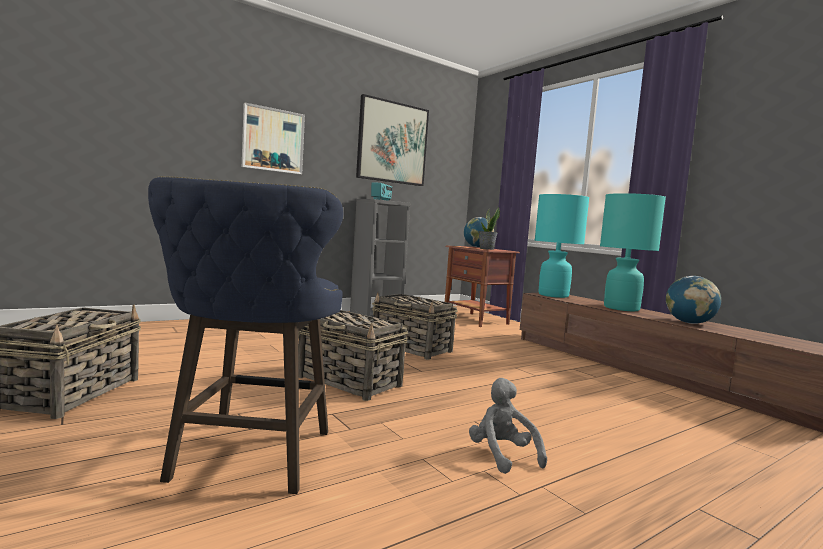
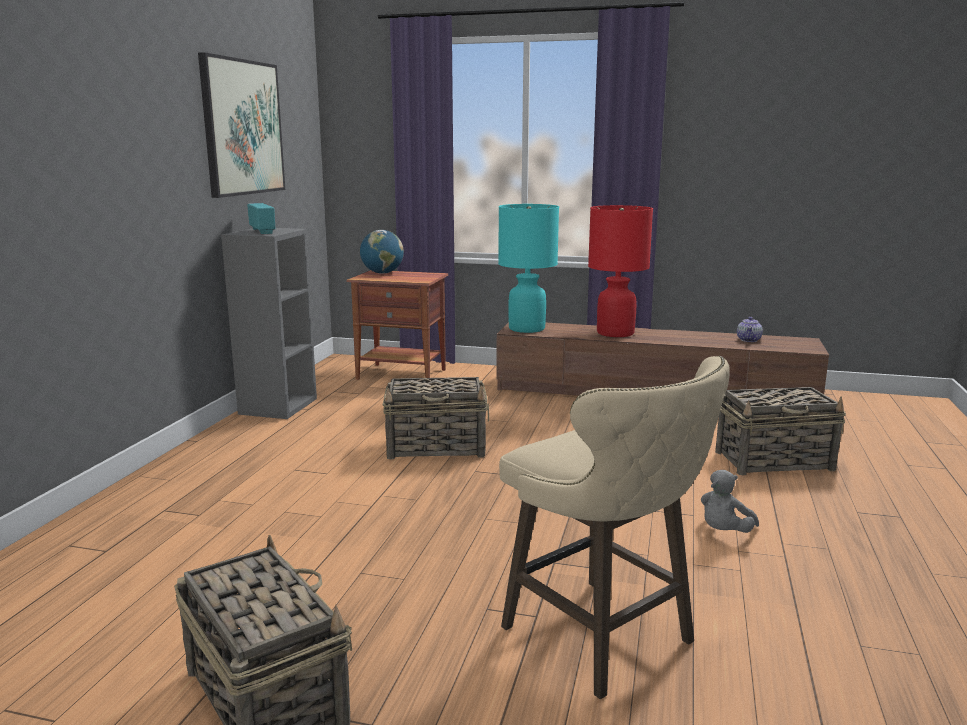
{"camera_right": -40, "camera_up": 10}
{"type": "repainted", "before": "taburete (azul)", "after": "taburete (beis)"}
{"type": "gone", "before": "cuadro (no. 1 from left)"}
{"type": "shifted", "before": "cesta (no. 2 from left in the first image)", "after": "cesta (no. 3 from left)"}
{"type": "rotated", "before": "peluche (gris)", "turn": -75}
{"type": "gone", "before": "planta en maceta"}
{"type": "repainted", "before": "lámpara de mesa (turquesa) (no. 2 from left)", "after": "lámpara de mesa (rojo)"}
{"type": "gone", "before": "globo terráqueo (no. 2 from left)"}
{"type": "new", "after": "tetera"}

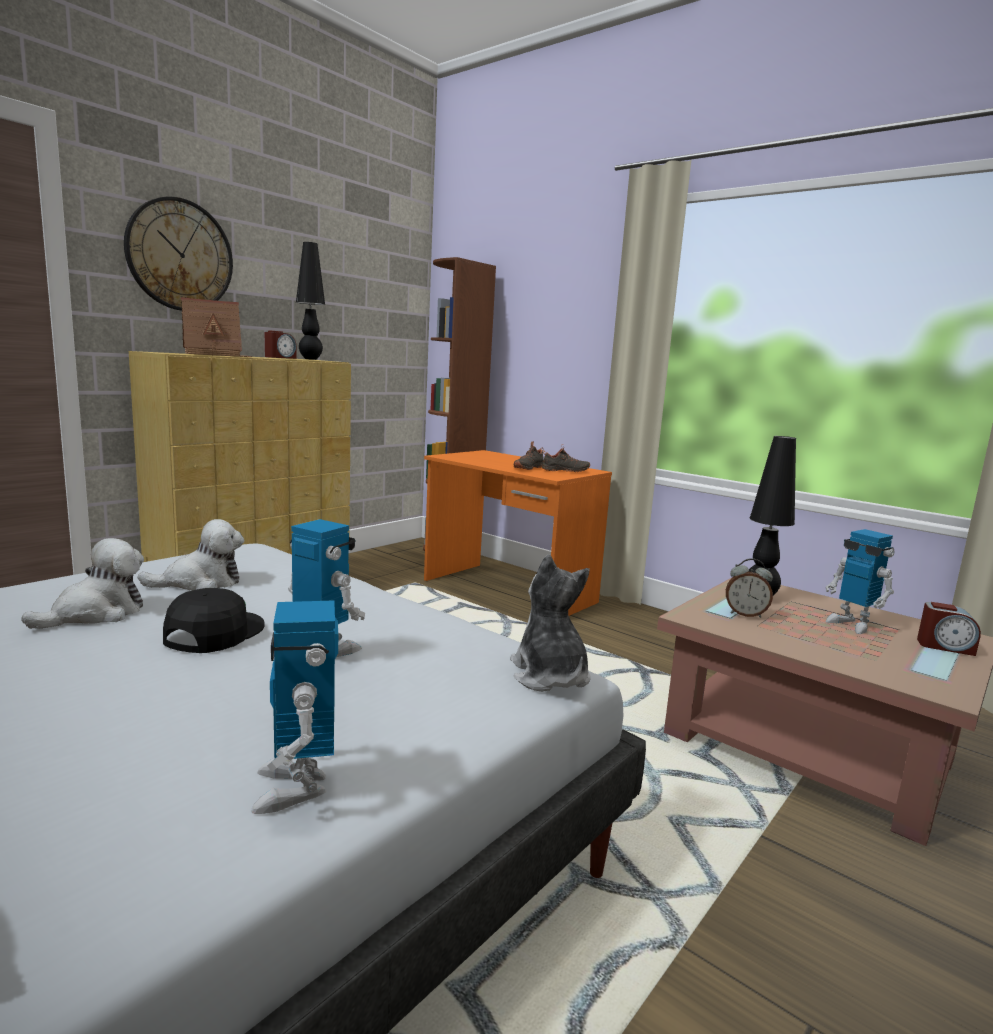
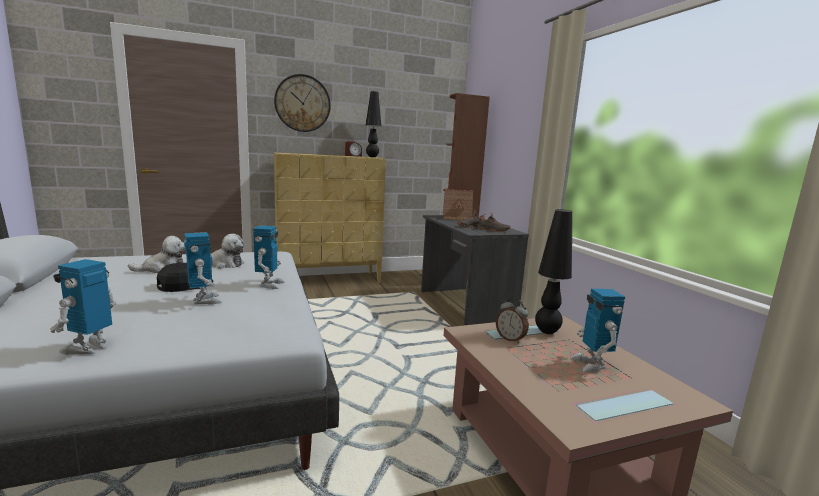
{"camera_right": 30, "camera_up": 0}
{"type": "shifted", "before": "casita"}
{"type": "repainted", "before": "escritorio (naranja)", "after": "escritorio (gris)"}
{"type": "gone", "before": "peluche (no. 3 from left)"}
{"type": "gone", "before": "despertador (no. 3 from left)"}
{"type": "new", "after": "robot de juguete (no. 3 from left)"}

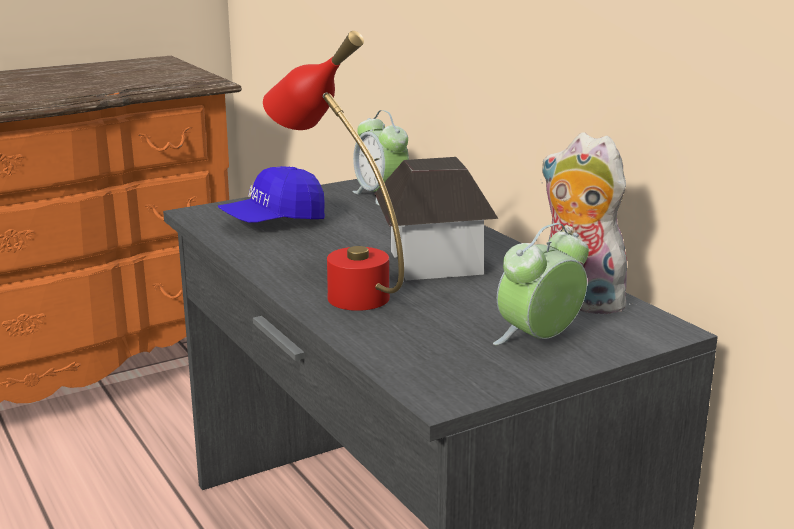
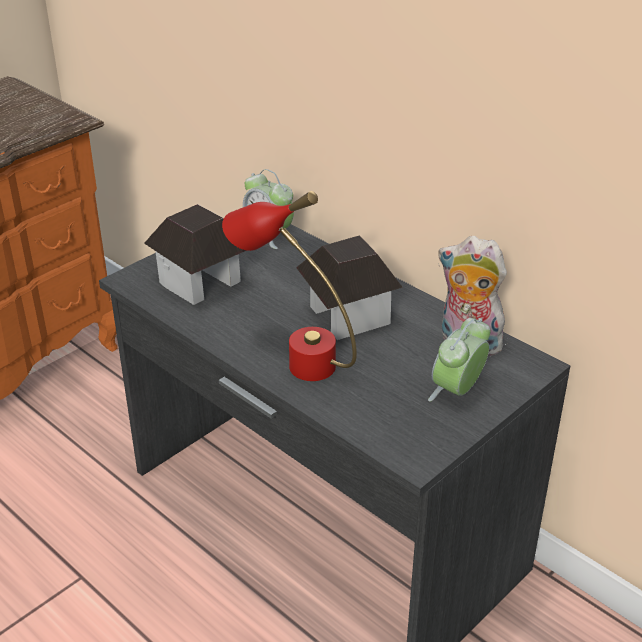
{"camera_right": -15, "camera_up": 15}
{"type": "swapped", "before": "gorra (azul)", "after": "casita (no. 1 from left)"}

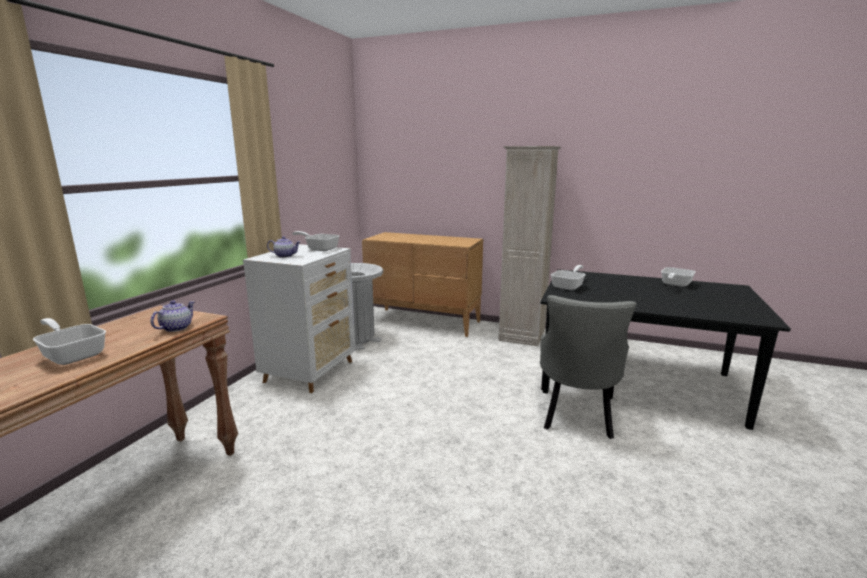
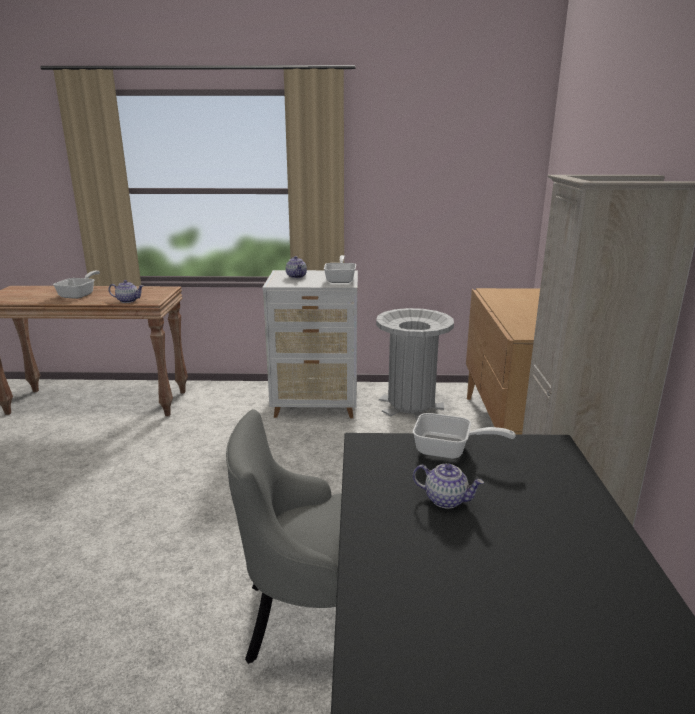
{"camera_right": 70, "camera_up": 5}
{"type": "gone", "before": "sartén (no. 4 from left)"}
{"type": "new", "after": "tetera (no. 3 from left)"}

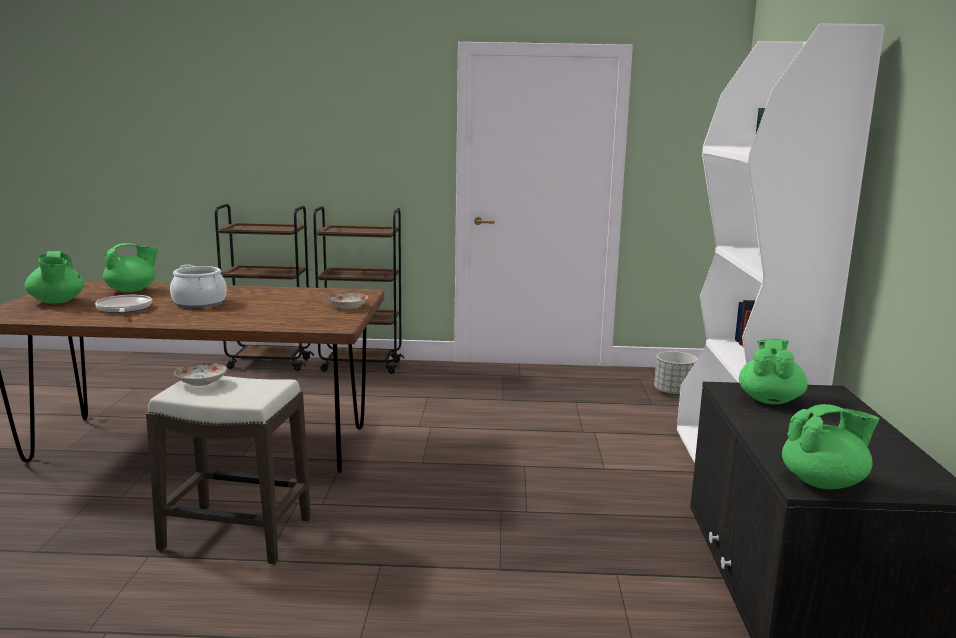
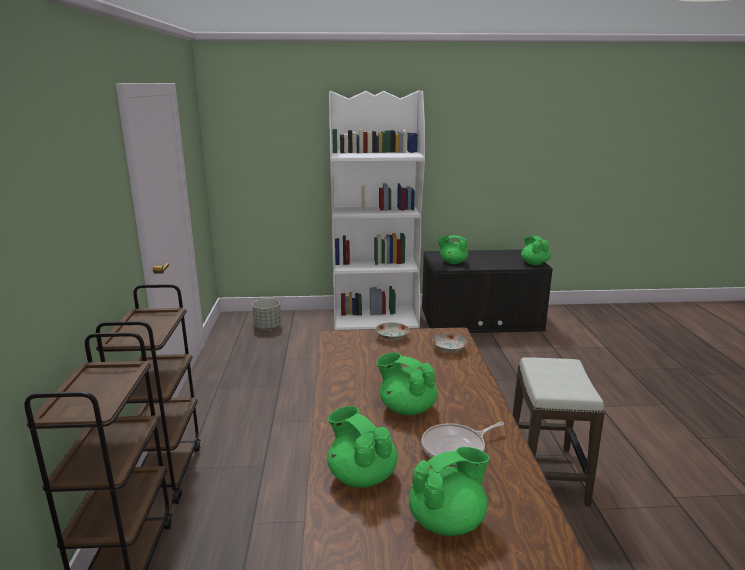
{"camera_right": -95, "camera_up": 5}
{"type": "swapped", "before": "olla", "after": "tetera (verde) (no. 2 from left)"}
{"type": "shifted", "before": "plato (no. 1 from left in the first image)", "after": "plato (no. 2 from left)"}

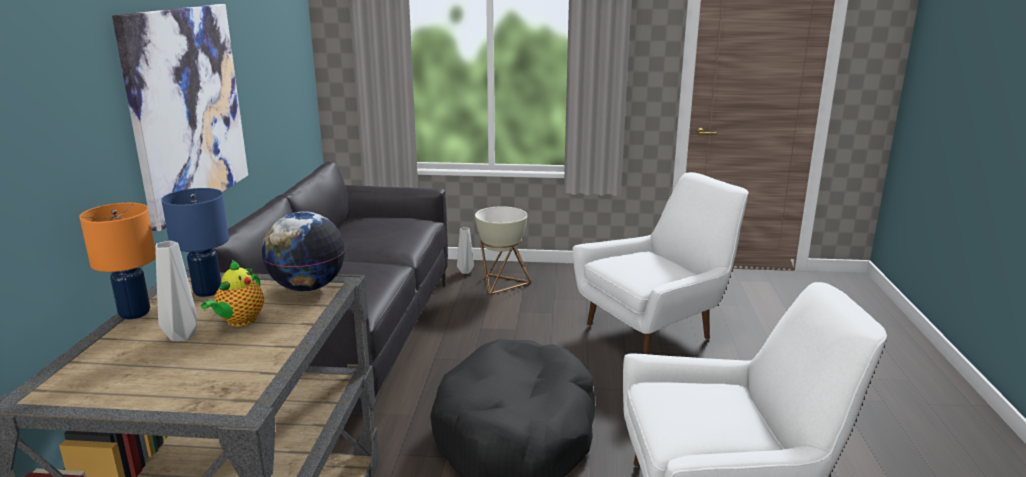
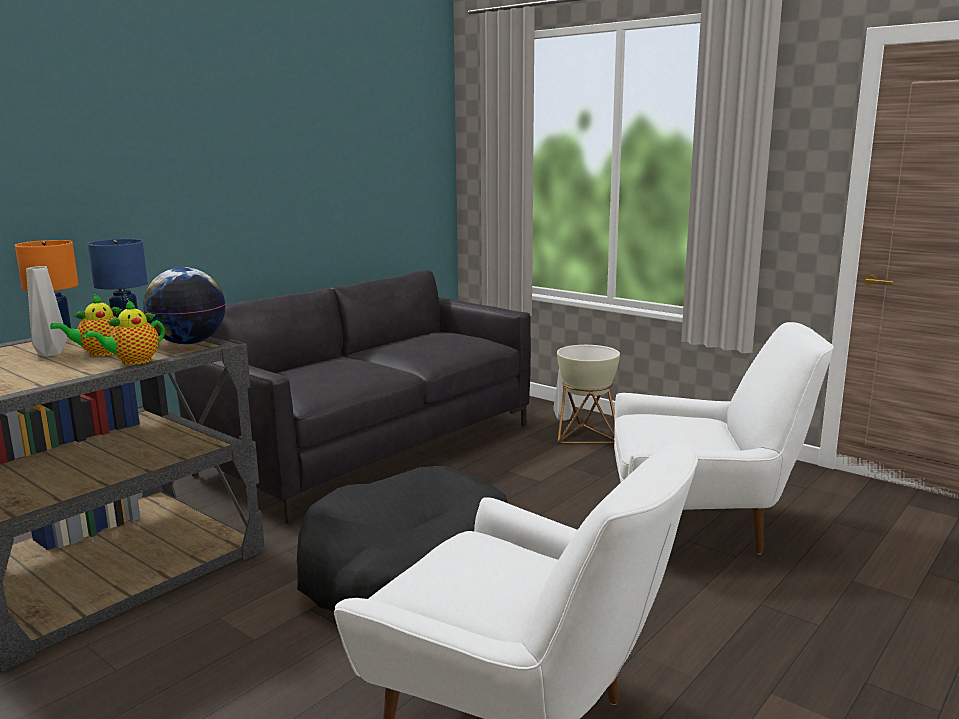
{"camera_right": 35, "camera_up": -5}
{"type": "gone", "before": "cuadro"}
{"type": "new", "after": "tetera (no. 2 from left)"}

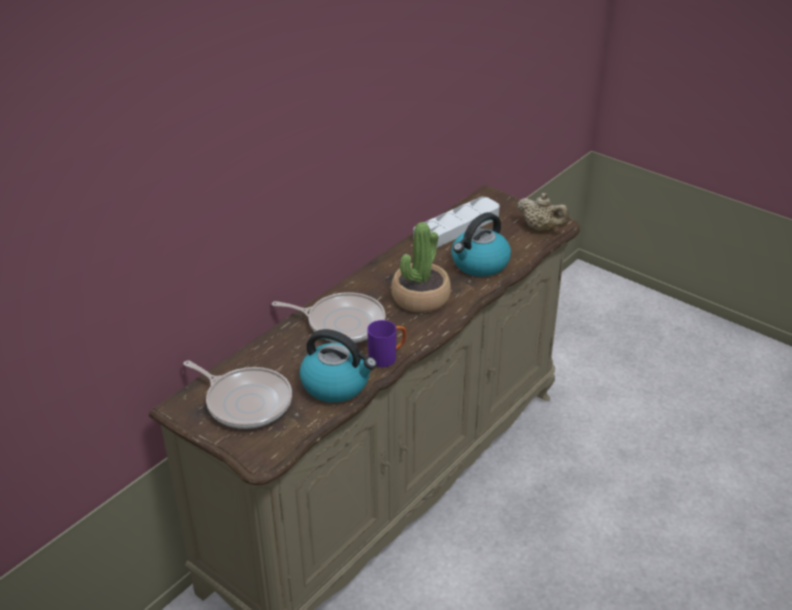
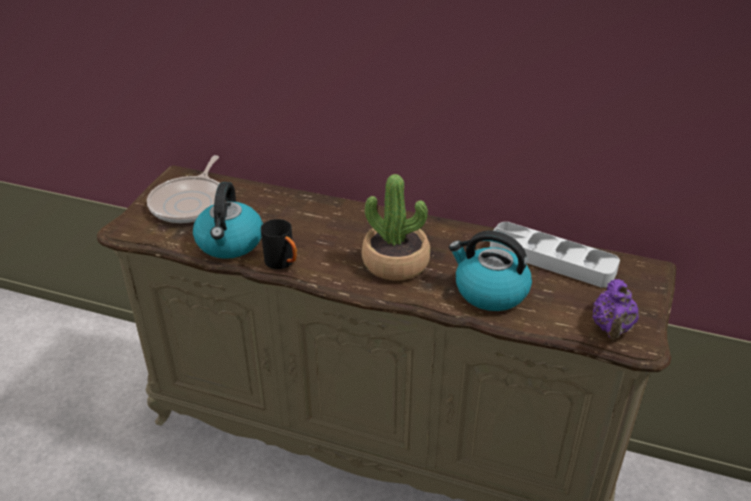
{"camera_right": 70, "camera_up": 0}
{"type": "gone", "before": "sartén (no. 2 from left)"}
{"type": "repainted", "before": "taza grande (morado)", "after": "taza grande (negro)"}
{"type": "repainted", "before": "tetera (beis)", "after": "tetera (morado)"}

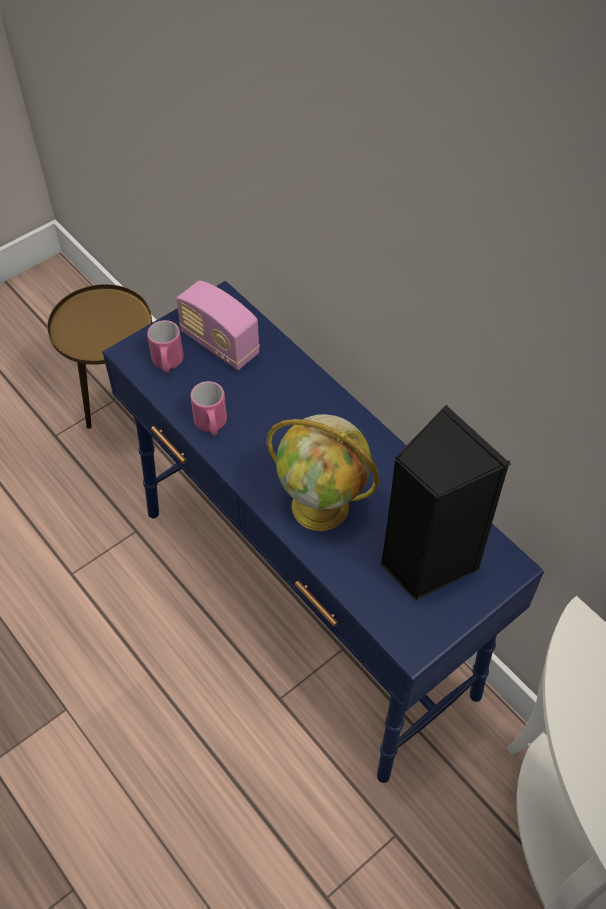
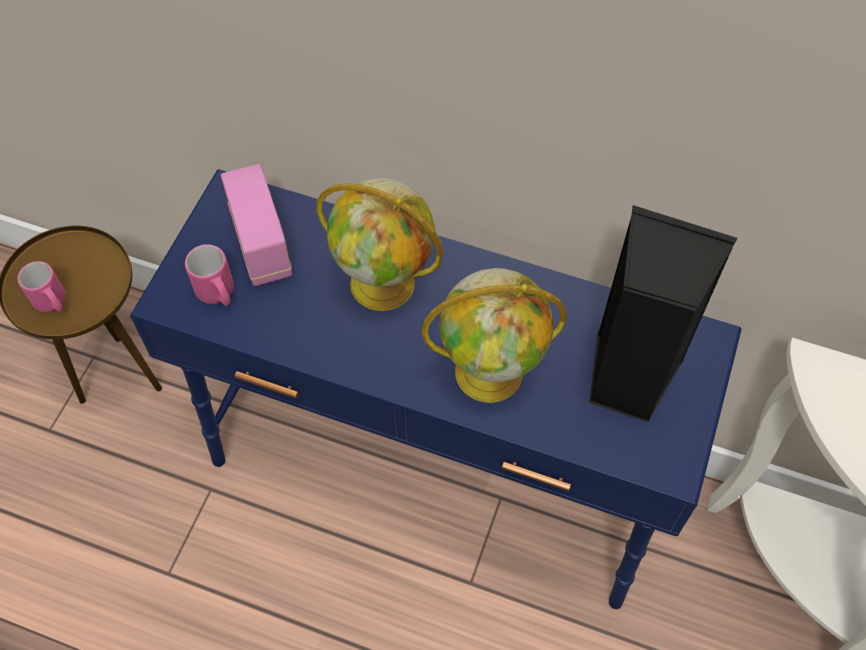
{"camera_right": -30, "camera_up": 5}
{"type": "rotated", "before": "radio", "turn": -120}
{"type": "shifted", "before": "taza grande (rosa) (no. 2 from left in the first image)", "after": "taza grande (rosa) (no. 1 from left)"}
{"type": "new", "after": "globo terráqueo (no. 1 from left)"}

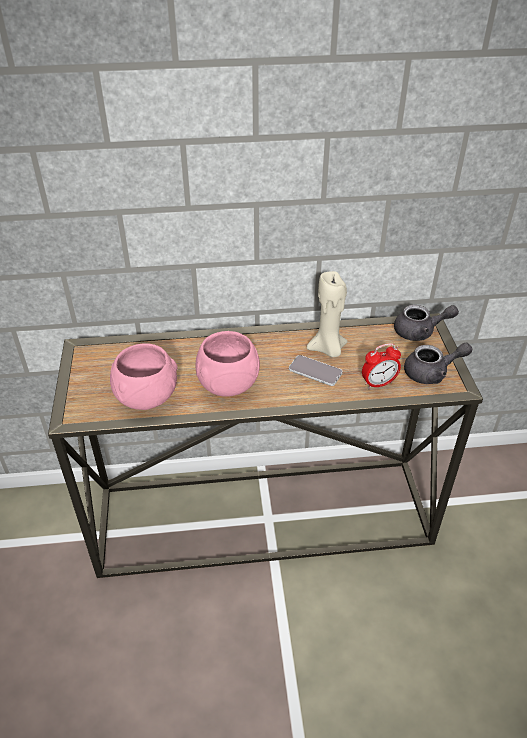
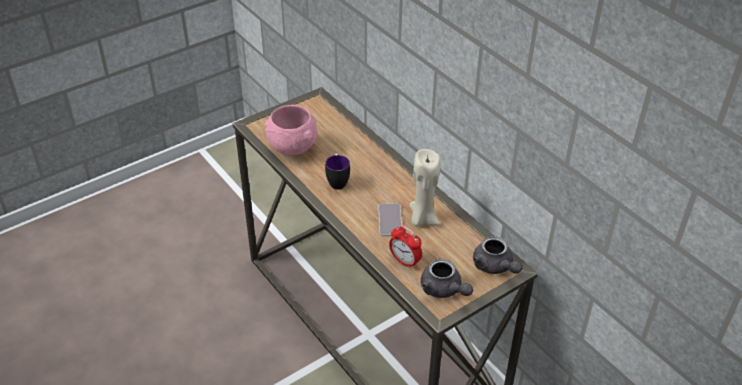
{"camera_right": 60, "camera_up": 0}
{"type": "swapped", "before": "cuenco (rosa) (no. 2 from left)", "after": "taza grande"}

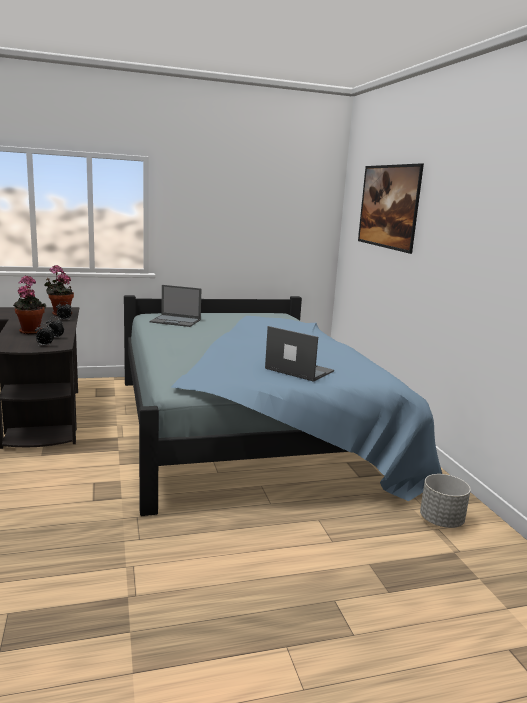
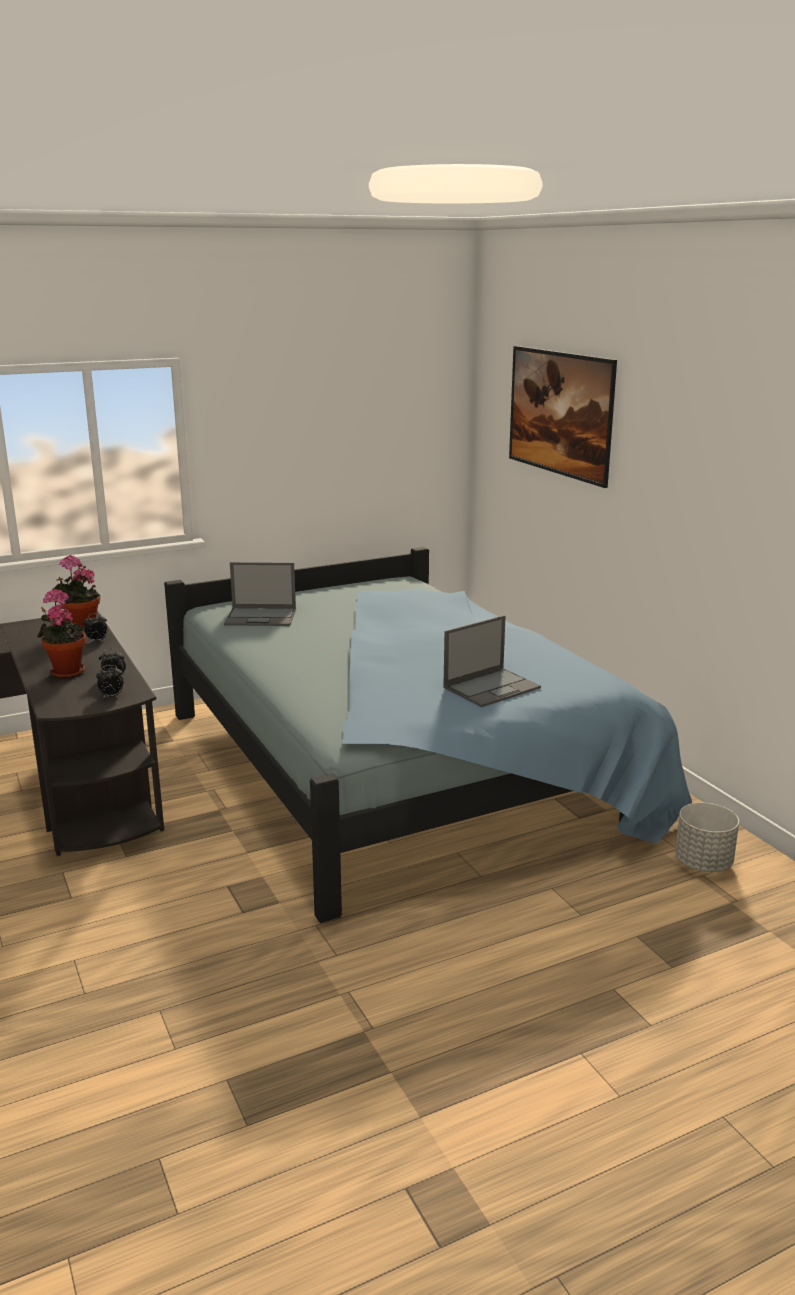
{"camera_right": -10, "camera_up": 5}
{"type": "rotated", "before": "portátil (no. 2 from left)", "turn": 120}

